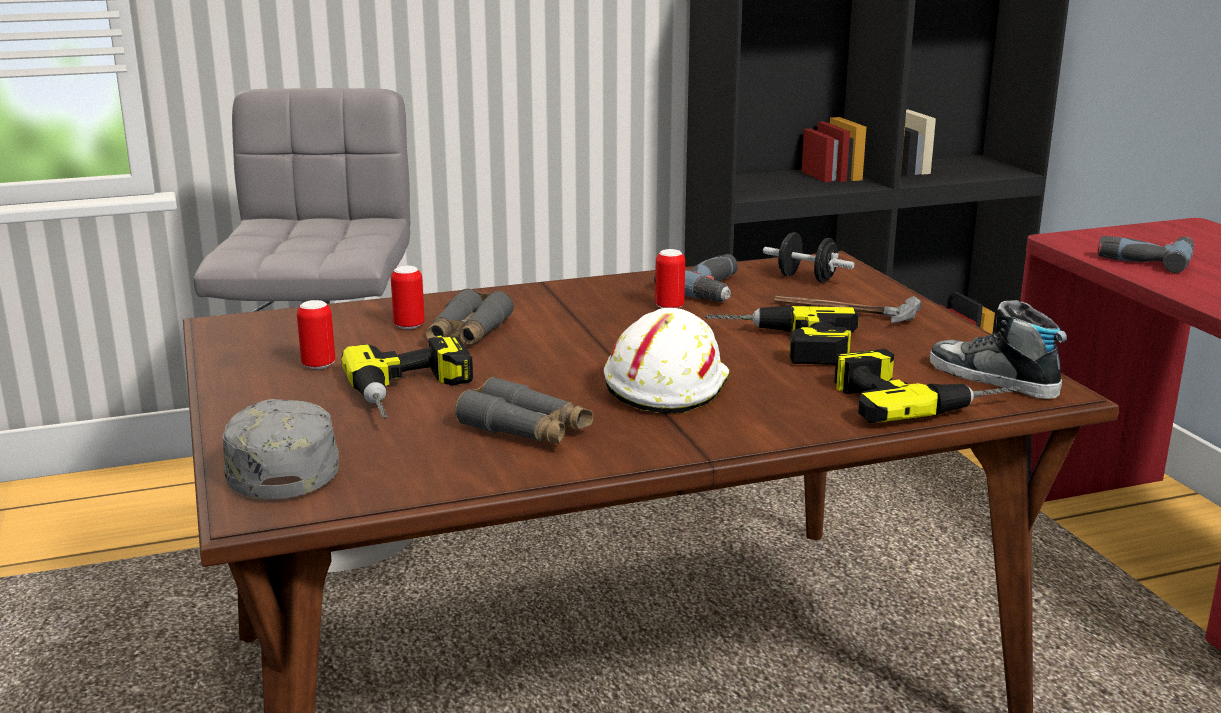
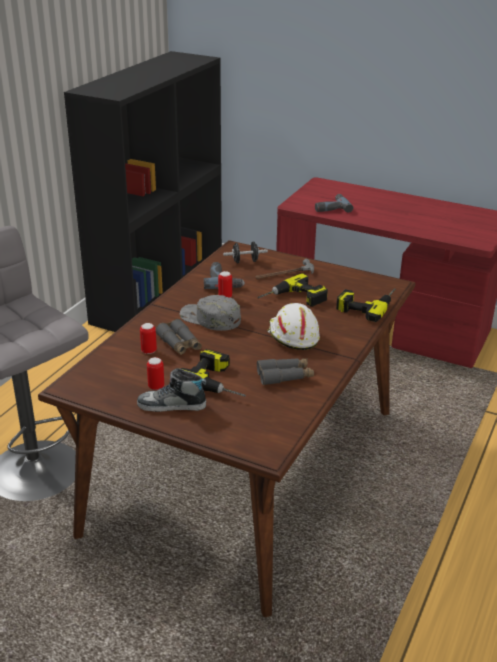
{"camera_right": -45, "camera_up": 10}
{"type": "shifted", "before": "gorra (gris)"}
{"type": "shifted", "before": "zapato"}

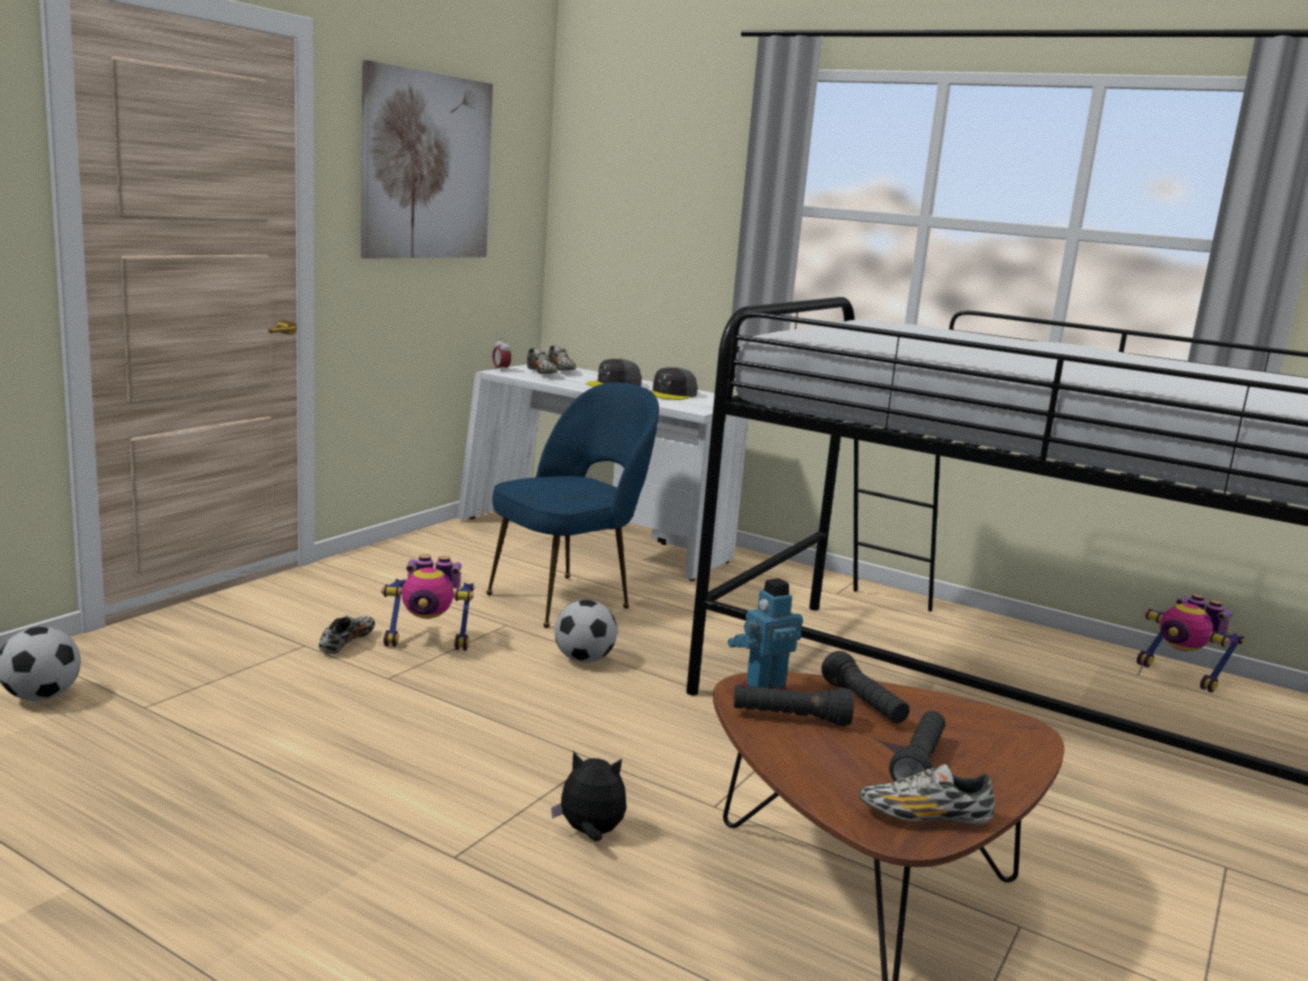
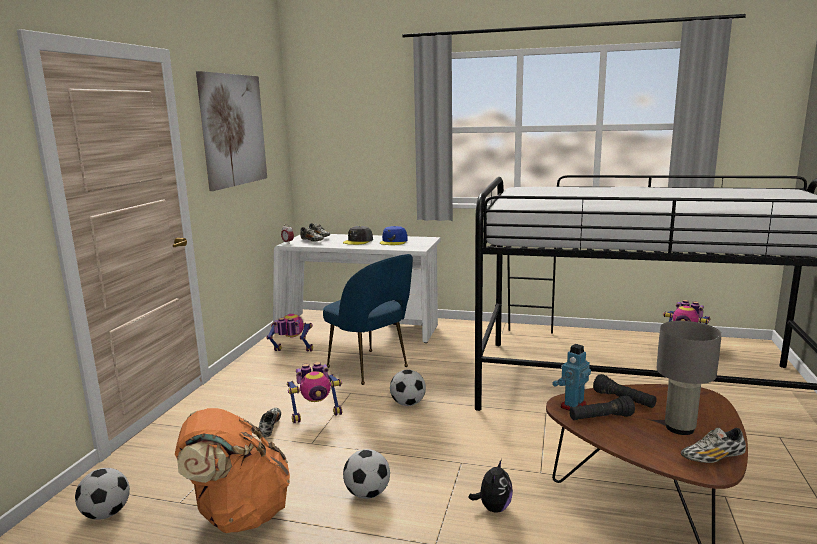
{"camera_right": -15, "camera_up": 0}
{"type": "rotated", "before": "silla (azul)", "turn": 105}
{"type": "rotated", "before": "peluche", "turn": 120}
{"type": "repainted", "before": "gorra (gris) (no. 2 from left)", "after": "gorra (azul)"}
{"type": "swapped", "before": "linterna (negro) (no. 3 from left)", "after": "lámpara de mesa (gris)"}
{"type": "new", "after": "mochila (naranja)"}
{"type": "new", "after": "robot de juguete (no. 1 from left)"}
{"type": "new", "after": "balón de fútbol (no. 2 from left)"}

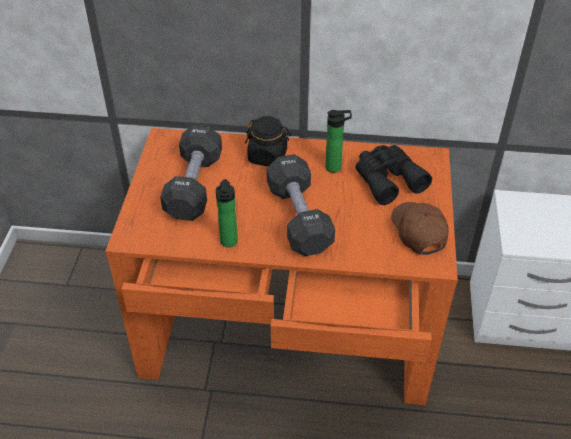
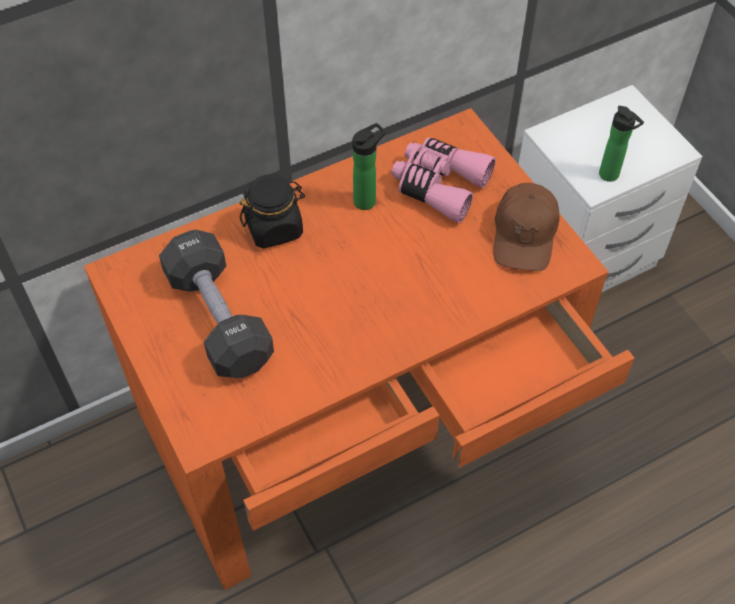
{"camera_right": -35, "camera_up": 10}
{"type": "shifted", "before": "botella (no. 1 from left in the first image)", "after": "botella (no. 2 from left)"}
{"type": "gone", "before": "mancuerna (negro) (no. 2 from left)"}
{"type": "repainted", "before": "prismáticos (negro)", "after": "prismáticos (rosa)"}
{"type": "rotated", "before": "gorra (marrón)", "turn": -120}

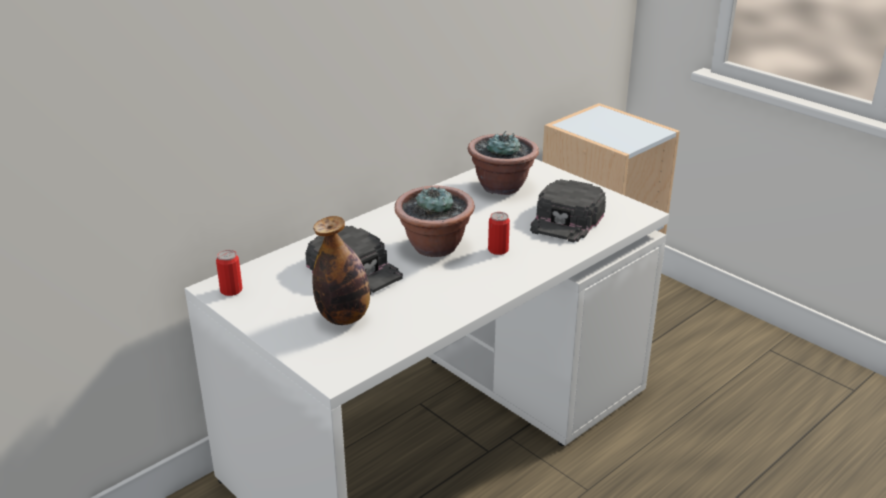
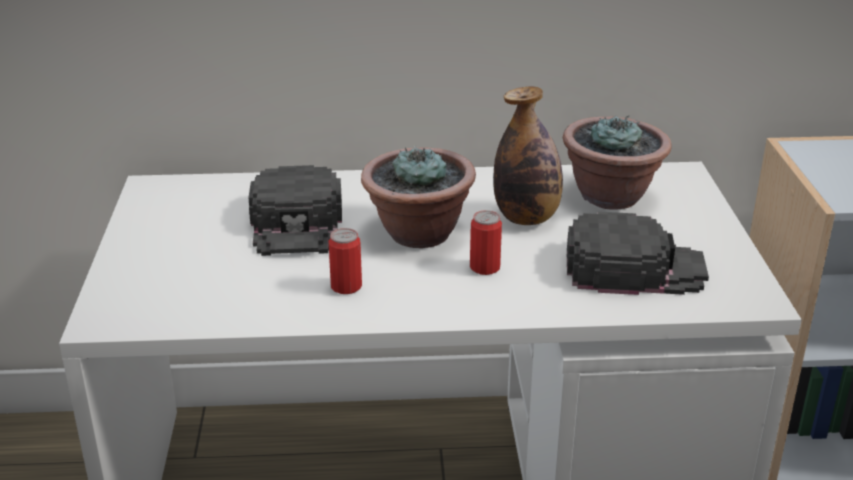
{"camera_right": 40, "camera_up": 0}
{"type": "shifted", "before": "lata (no. 1 from left)"}
{"type": "shifted", "before": "botella"}
{"type": "rotated", "before": "gorra (negro) (no. 2 from left)", "turn": -150}

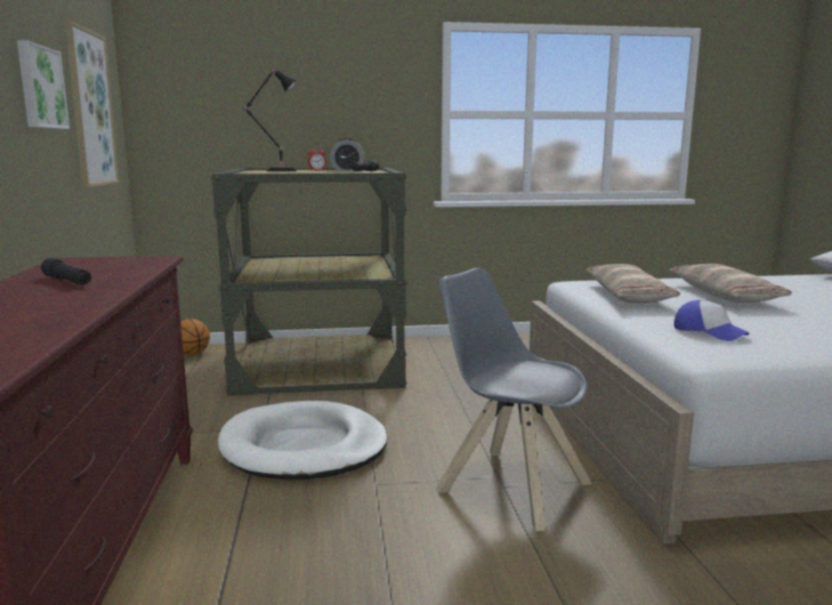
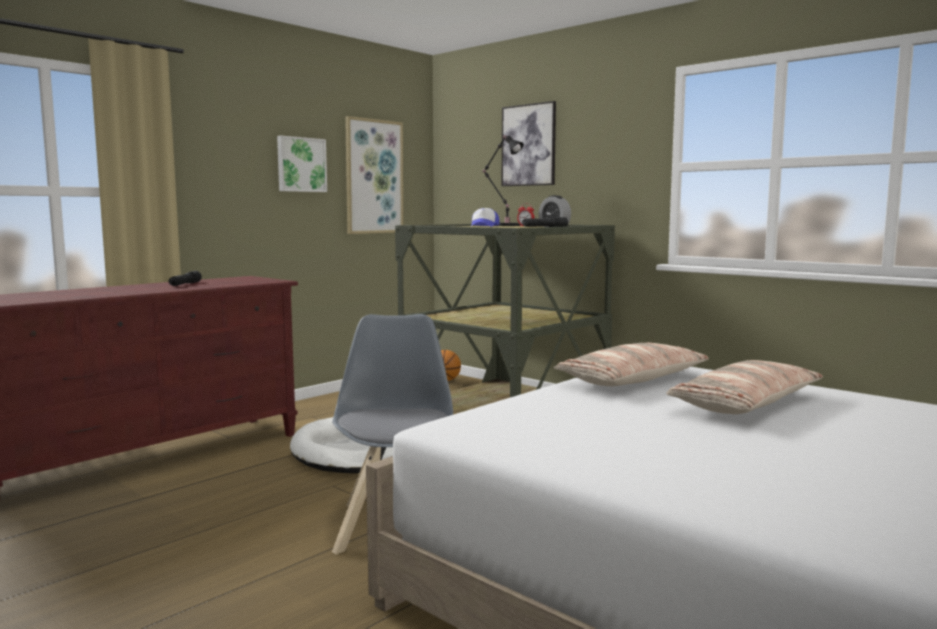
{"camera_right": 50, "camera_up": -5}
{"type": "shifted", "before": "gorra"}
{"type": "new", "after": "cuadro (no. 3 from left)"}

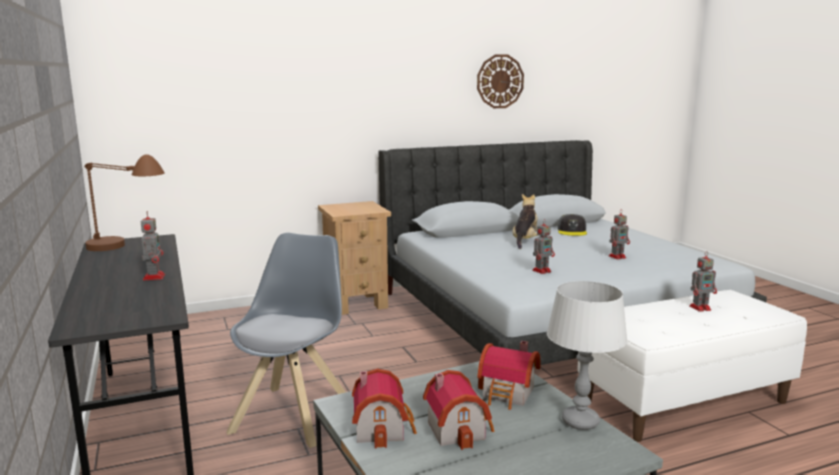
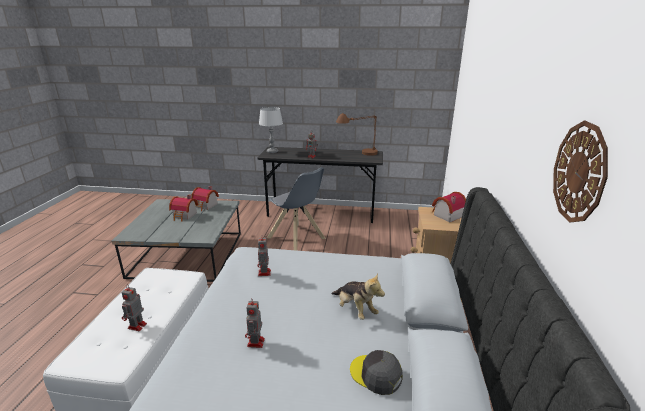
{"camera_right": 120, "camera_up": 10}
{"type": "shifted", "before": "casita (no. 3 from left)"}
{"type": "shifted", "before": "lámpara de mesa (gris)"}

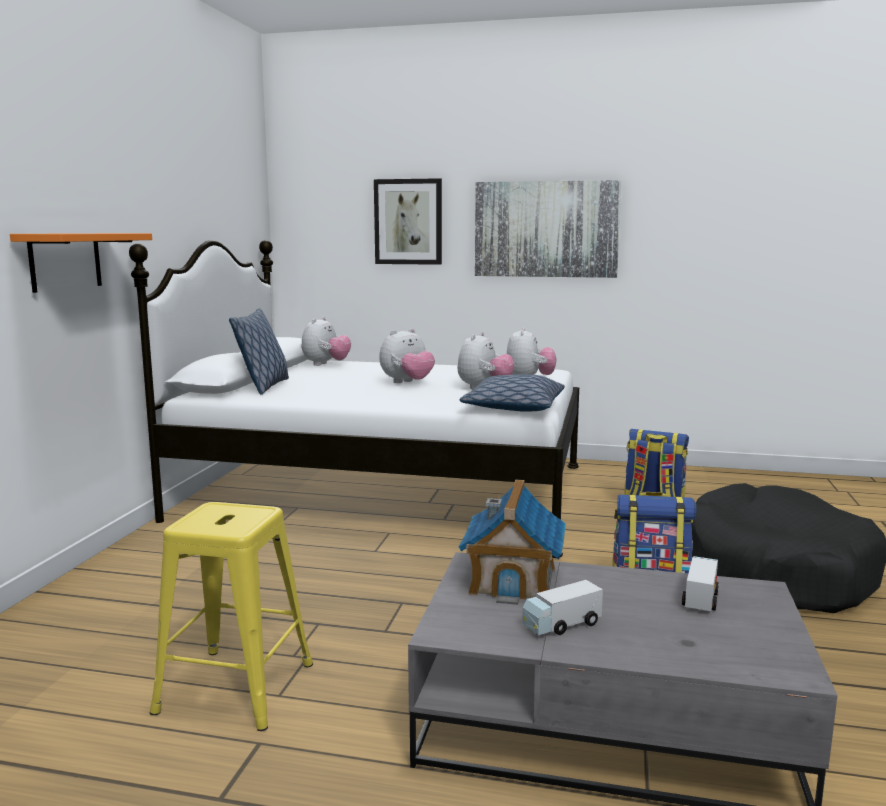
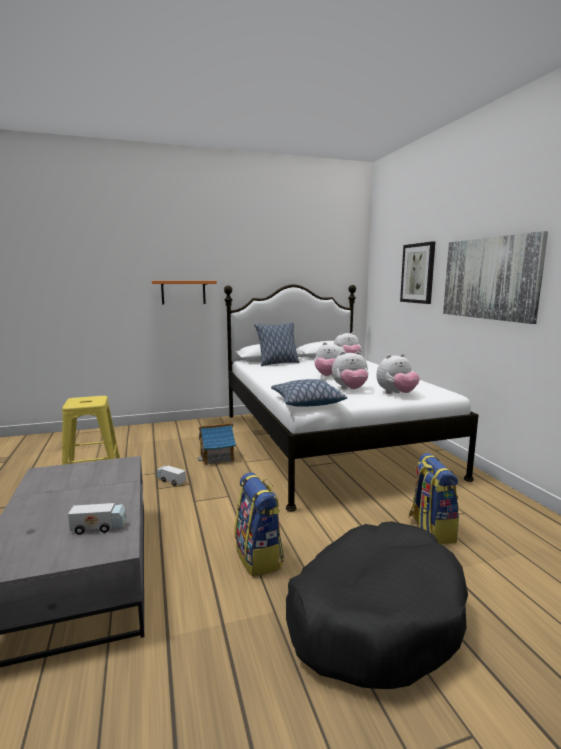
{"camera_right": 60, "camera_up": 0}
{"type": "shifted", "before": "casita"}
{"type": "shifted", "before": "camión de juguete (no. 1 from left in the first image)", "after": "camión de juguete (no. 2 from left)"}

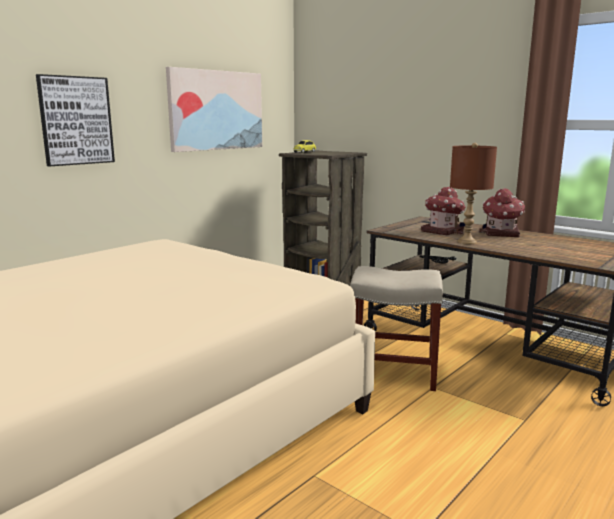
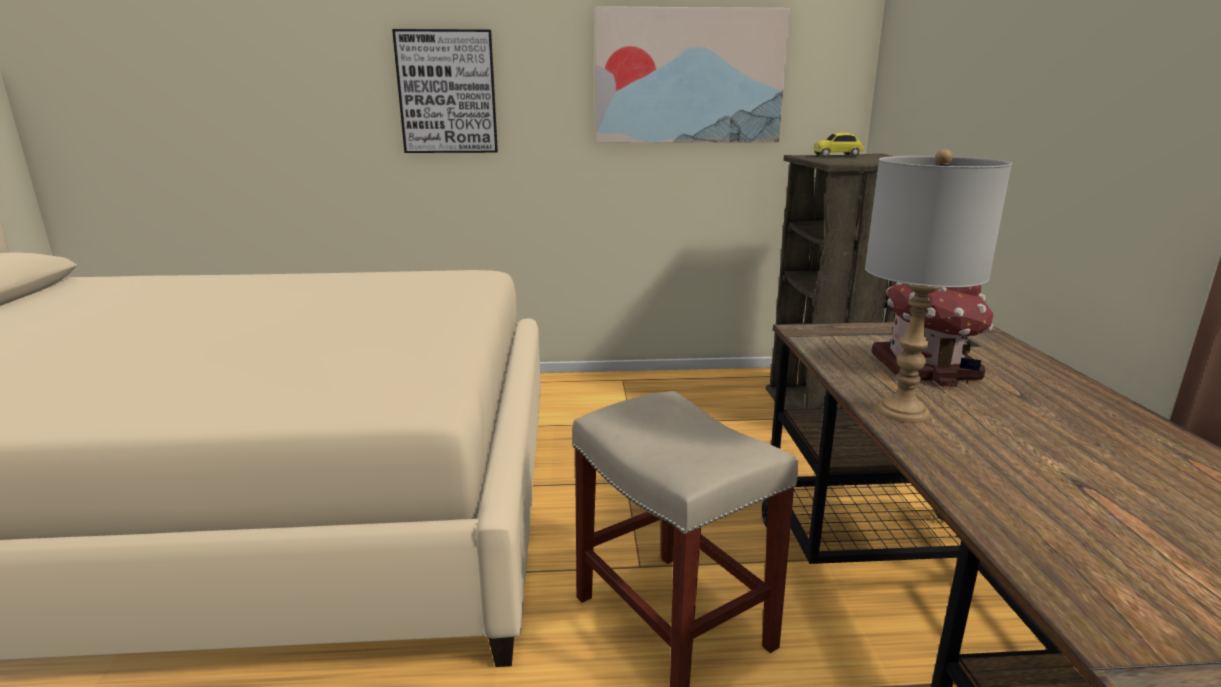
{"camera_right": 45, "camera_up": 5}
{"type": "repainted", "before": "lámpara de mesa (marrón)", "after": "lámpara de mesa (gris)"}
{"type": "gone", "before": "casita (no. 2 from left)"}

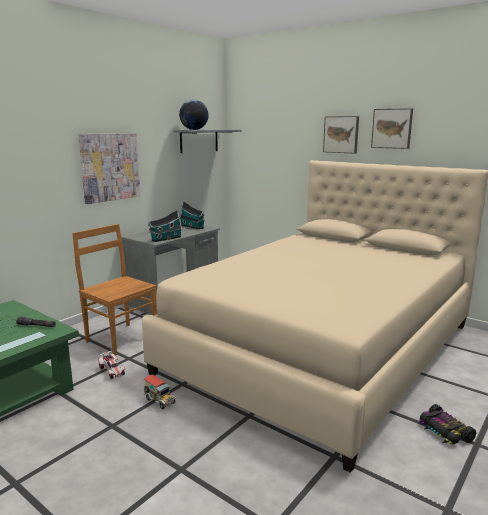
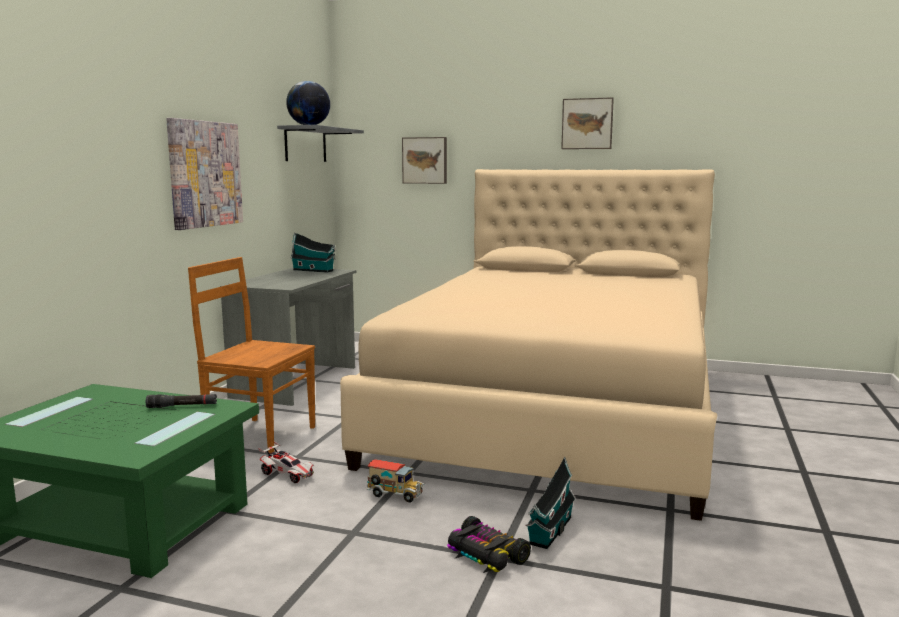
{"camera_right": -20, "camera_up": -5}
{"type": "shifted", "before": "casita (no. 1 from left in the first image)", "after": "casita (no. 2 from left)"}
{"type": "shifted", "before": "cuadro (no. 2 from left)"}
{"type": "shifted", "before": "coche de juguete (no. 2 from left)"}

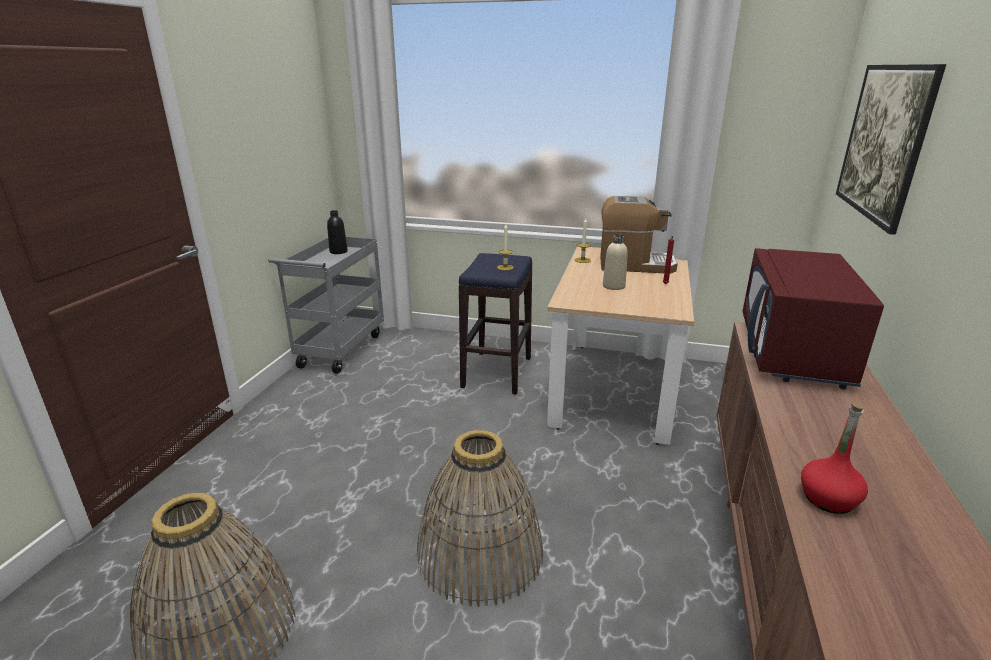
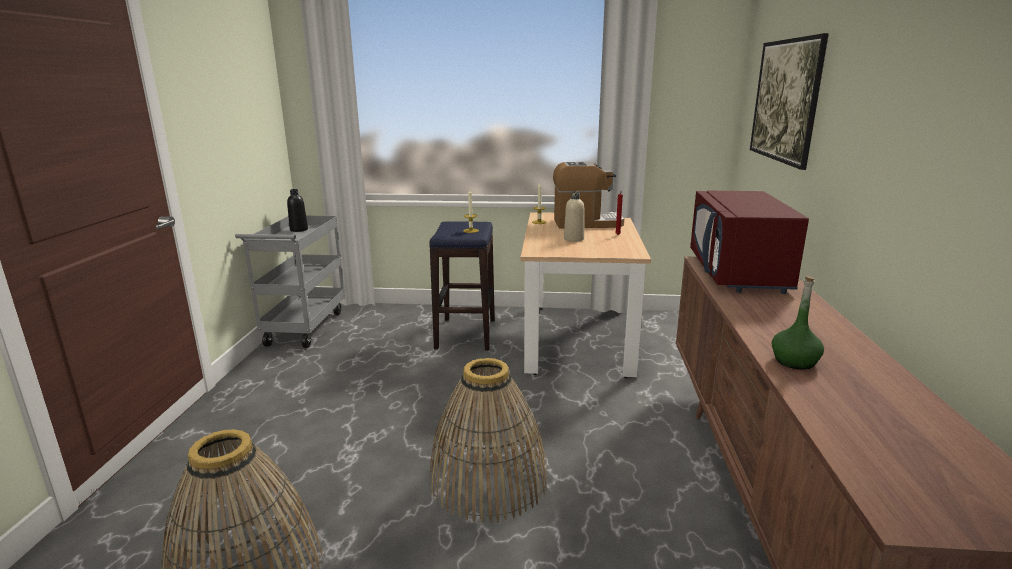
{"camera_right": -10, "camera_up": -5}
{"type": "repainted", "before": "botella (rojo)", "after": "botella (verde)"}

